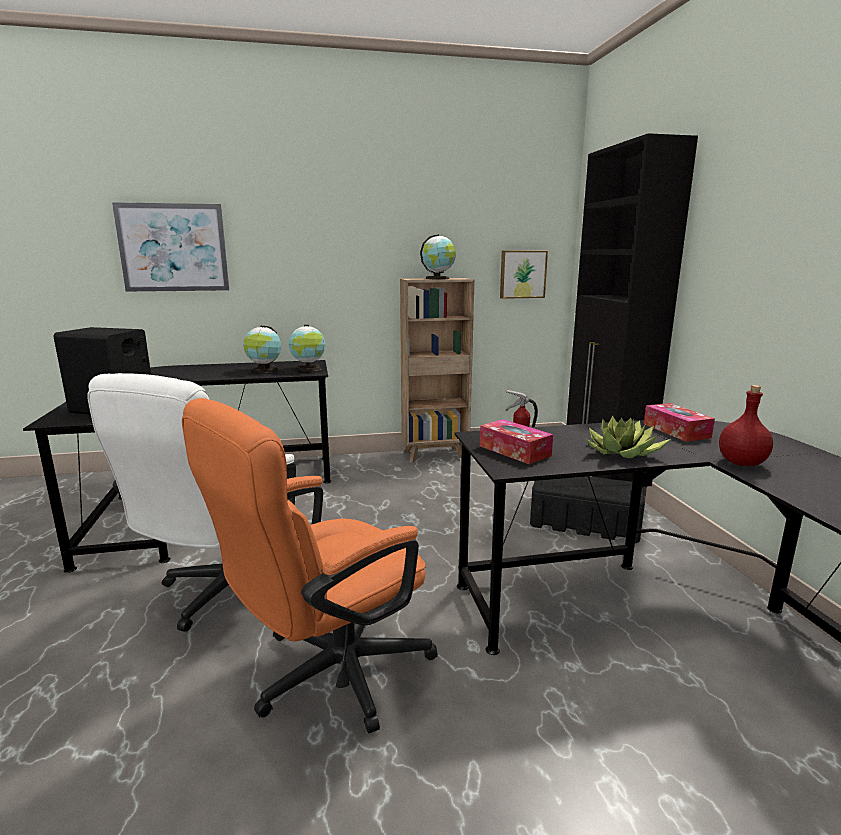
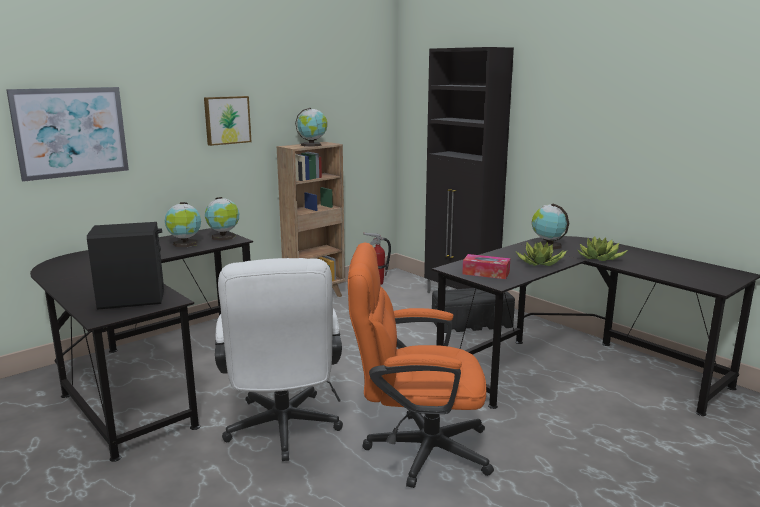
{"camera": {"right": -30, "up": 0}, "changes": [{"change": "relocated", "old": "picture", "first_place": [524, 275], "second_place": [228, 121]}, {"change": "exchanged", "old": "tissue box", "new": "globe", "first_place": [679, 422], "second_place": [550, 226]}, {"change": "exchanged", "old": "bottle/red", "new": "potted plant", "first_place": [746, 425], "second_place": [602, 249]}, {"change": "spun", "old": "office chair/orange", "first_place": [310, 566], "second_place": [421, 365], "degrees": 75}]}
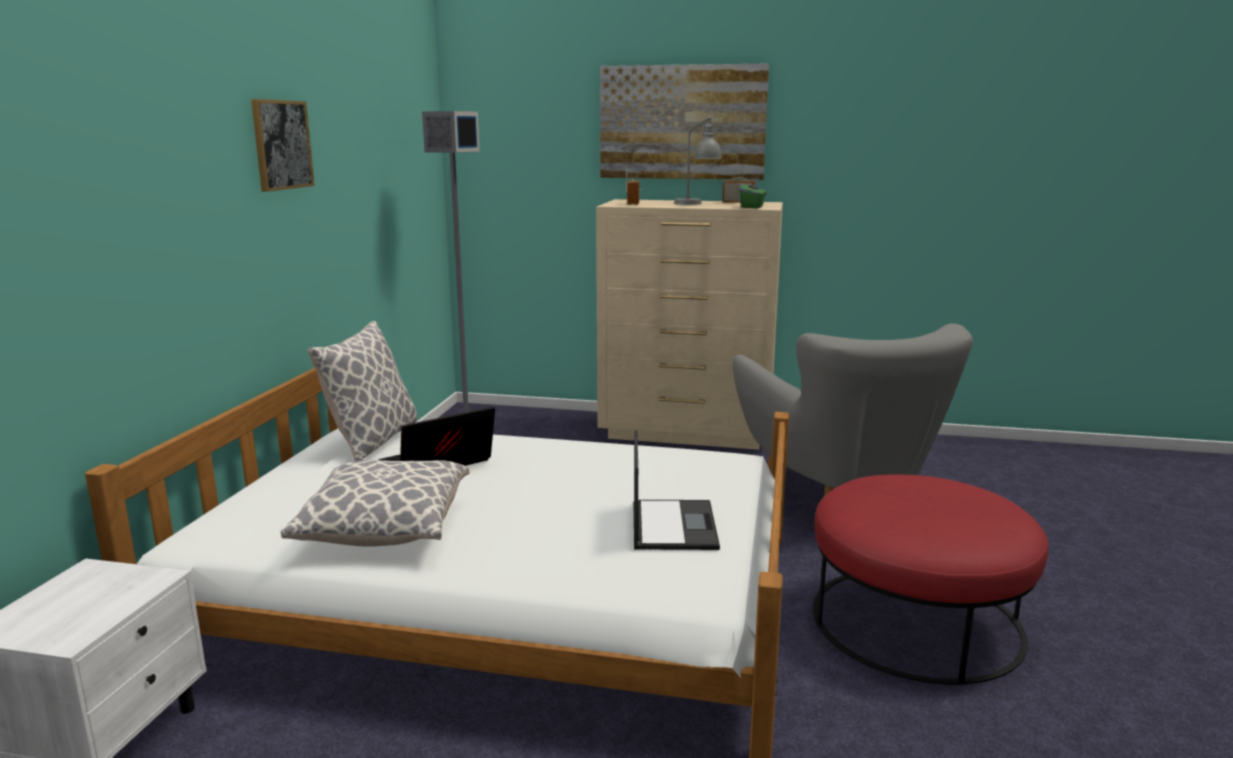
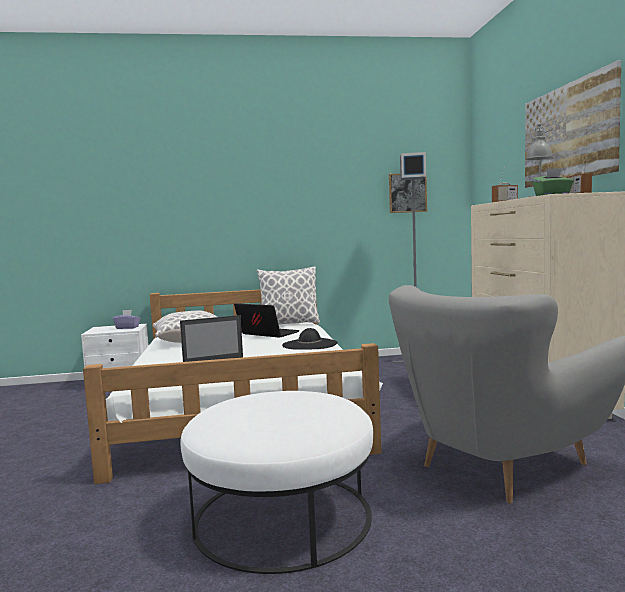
{"camera": {"right": 70, "up": -10}, "changes": [{"change": "appeared", "new": "tissue box/purple", "second_place": [126, 319]}, {"change": "appeared", "new": "hat/black", "second_place": [310, 339]}, {"change": "relocated", "old": "picture", "first_place": [282, 145], "second_place": [408, 193]}, {"change": "colour", "old": "ottoman/red", "new": "ottoman/white", "first_place": [931, 580], "second_place": [276, 482]}]}
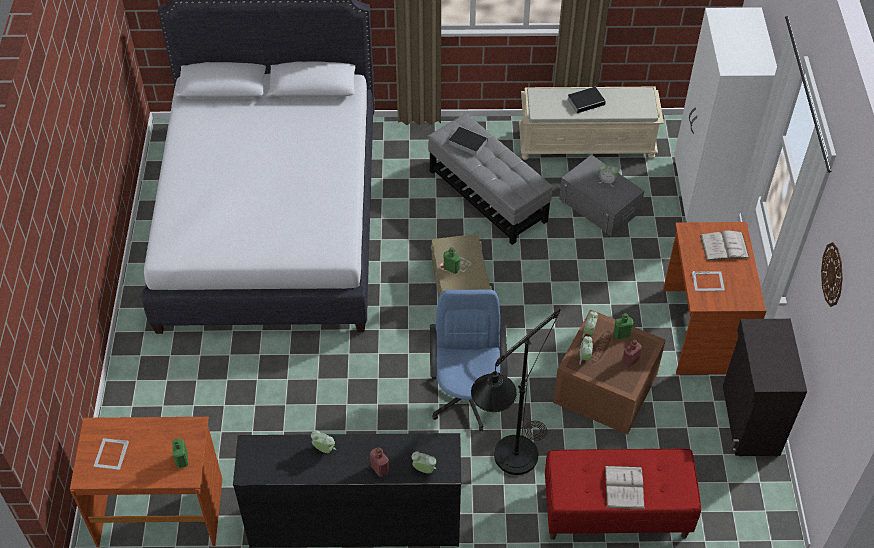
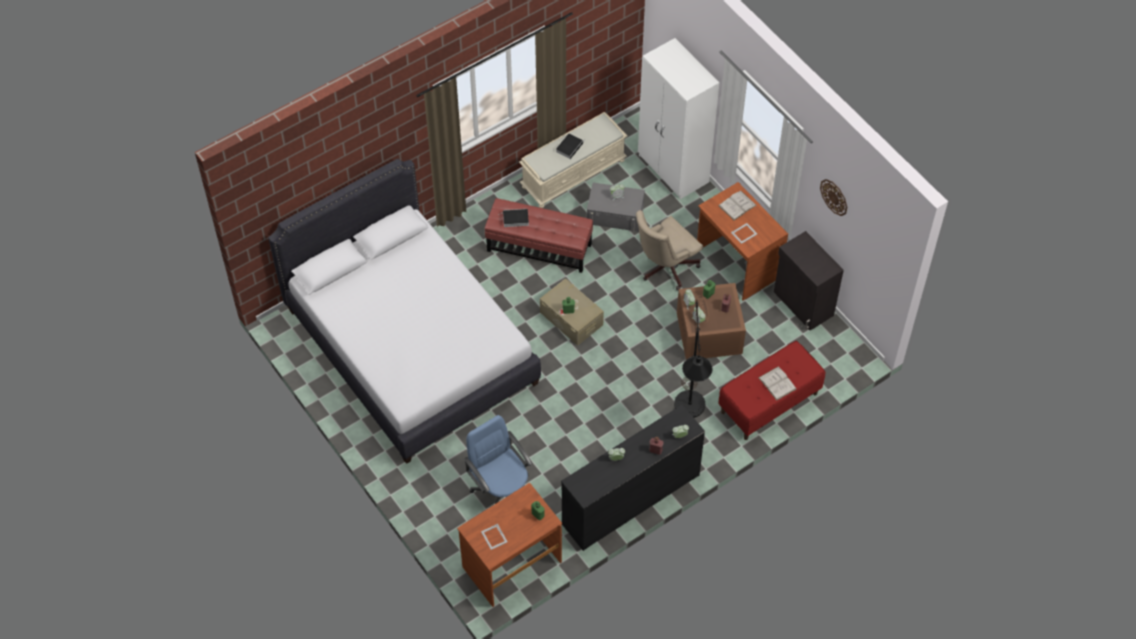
{"camera": {"right": -35, "up": 5}, "changes": [{"change": "appeared", "new": "office chair/beige", "second_place": [669, 250]}, {"change": "relocated", "old": "office chair/blue", "first_place": [469, 360], "second_place": [498, 459]}, {"change": "colour", "old": "ottoman/grey", "new": "ottoman/red", "first_place": [490, 179], "second_place": [539, 235]}]}
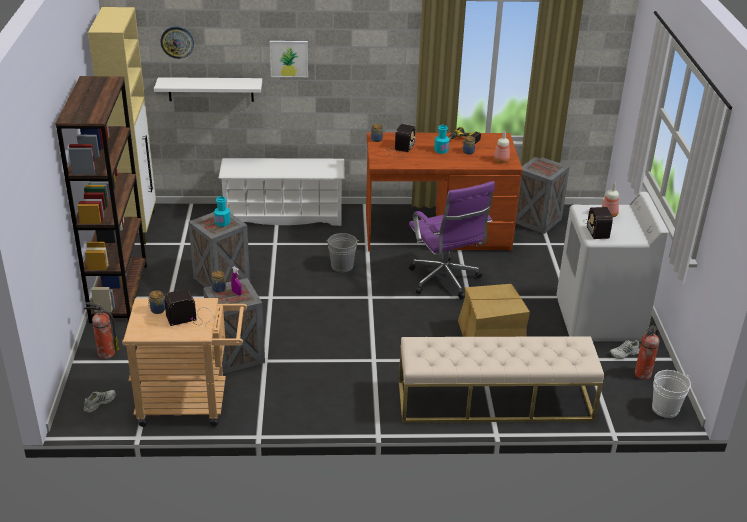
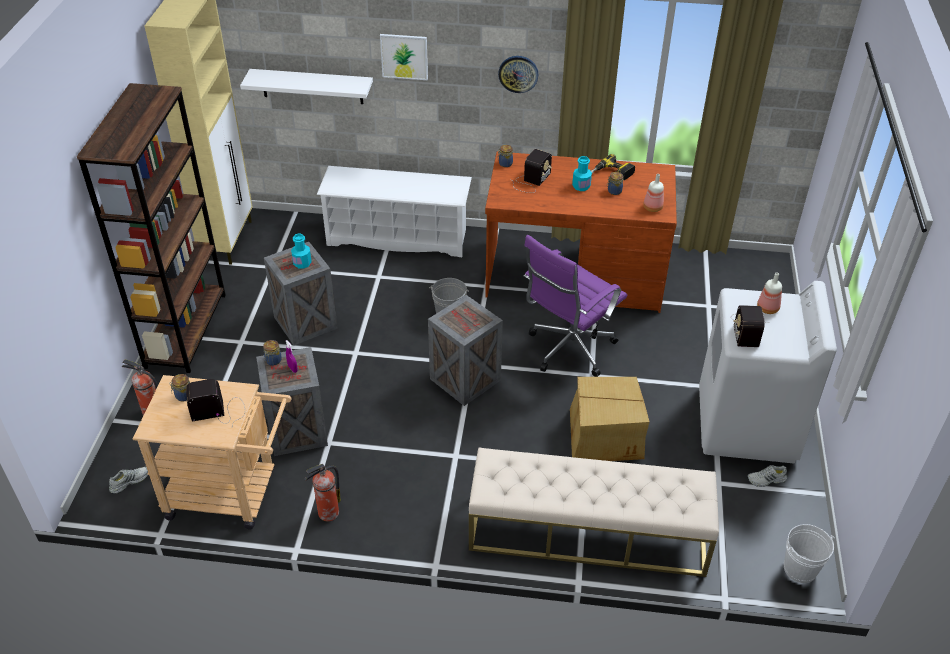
{"camera": {"right": 10, "up": 10}, "changes": [{"change": "relocated", "old": "wall clock", "first_place": [177, 43], "second_place": [518, 74]}, {"change": "relocated", "old": "crate", "first_place": [543, 195], "second_place": [465, 350]}, {"change": "relocated", "old": "fire extinguisher", "first_place": [647, 353], "second_place": [322, 493]}, {"change": "spun", "old": "office chair/purple", "first_place": [452, 240], "second_place": [575, 306], "degrees": 60}]}
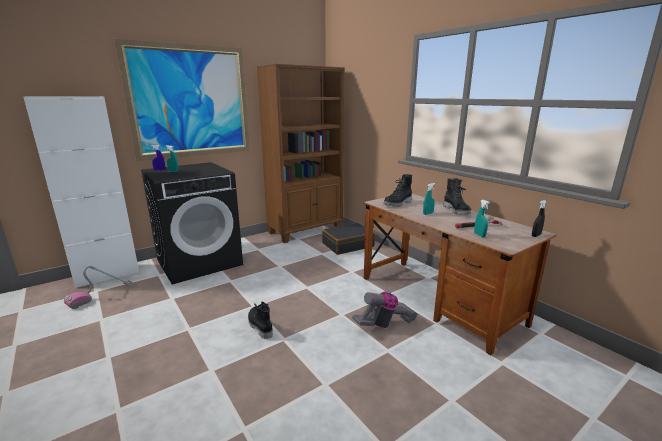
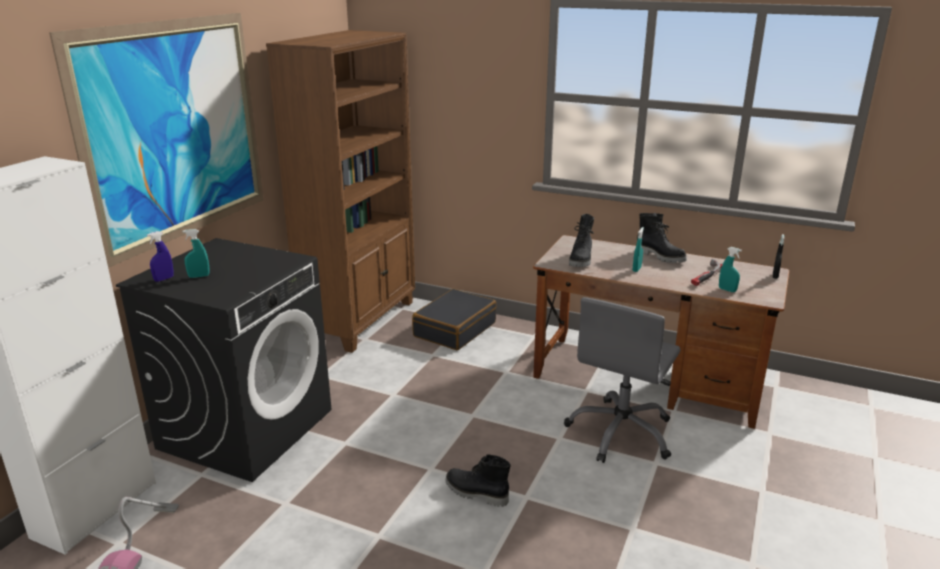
{"camera": {"right": -30, "up": 5}, "changes": [{"change": "exchanged", "old": "vacuum cleaner", "new": "office chair/grey", "first_place": [384, 309], "second_place": [622, 380]}]}
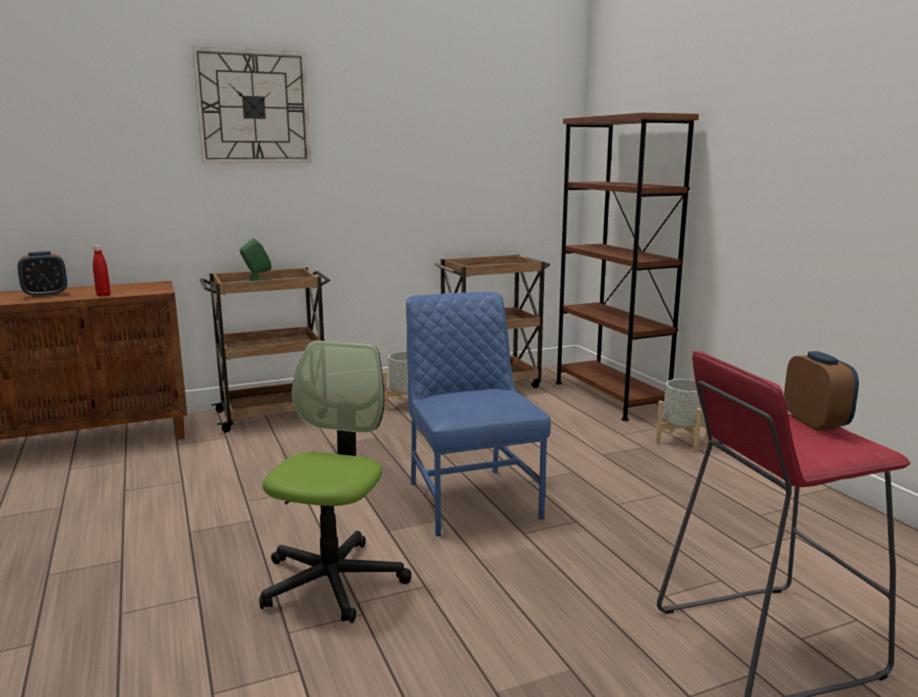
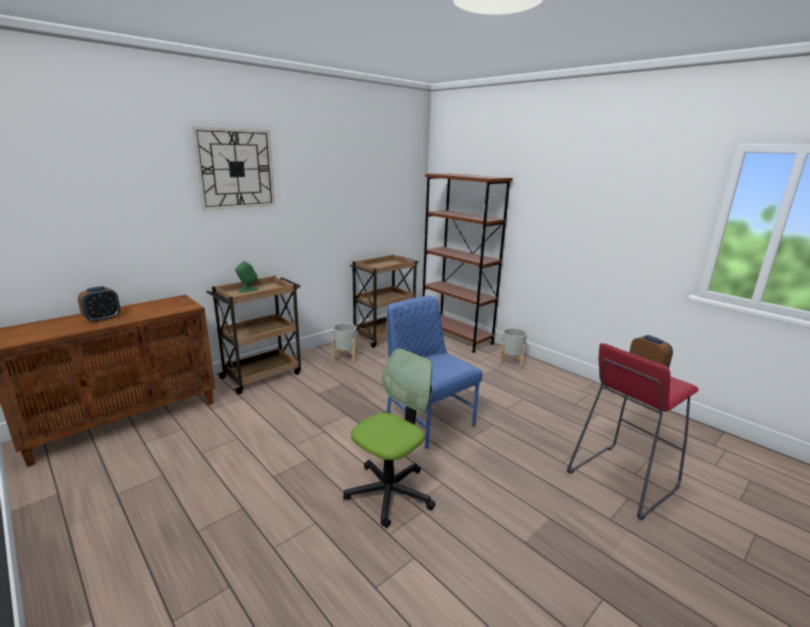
{"camera": {"right": -20, "up": 5}, "changes": [{"change": "missing", "old": "bottle/red", "first_place": [101, 270]}, {"change": "spun", "old": "office chair", "first_place": [335, 481], "second_place": [389, 438], "degrees": 45}]}
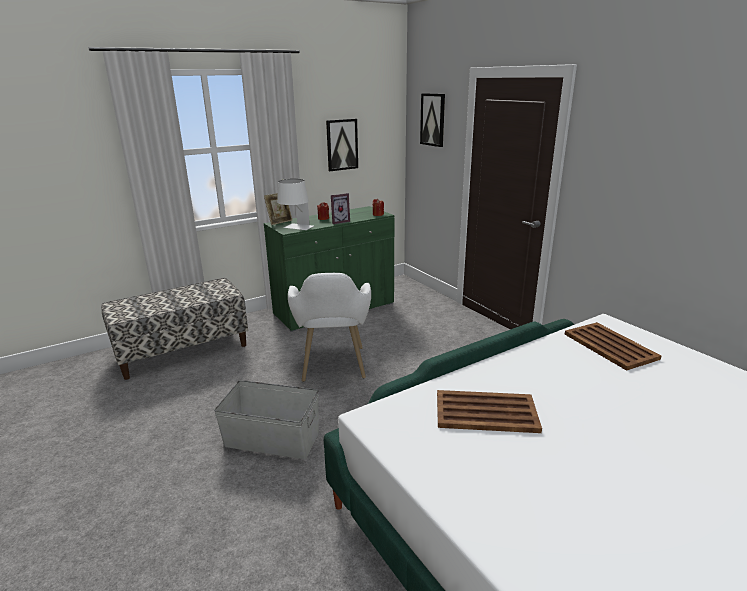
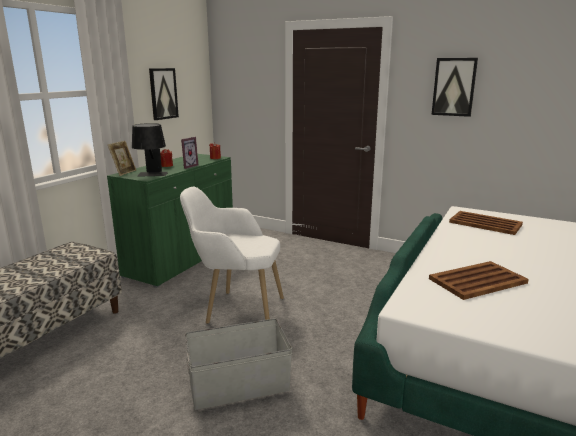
{"camera": {"right": -30, "up": -5}, "changes": [{"change": "relocated", "old": "picture", "first_place": [432, 120], "second_place": [455, 87]}, {"change": "colour", "old": "table lamp/white", "new": "table lamp/black", "first_place": [295, 204], "second_place": [150, 150]}, {"change": "spun", "old": "armchair/white", "first_place": [329, 327], "second_place": [232, 255], "degrees": 135}]}
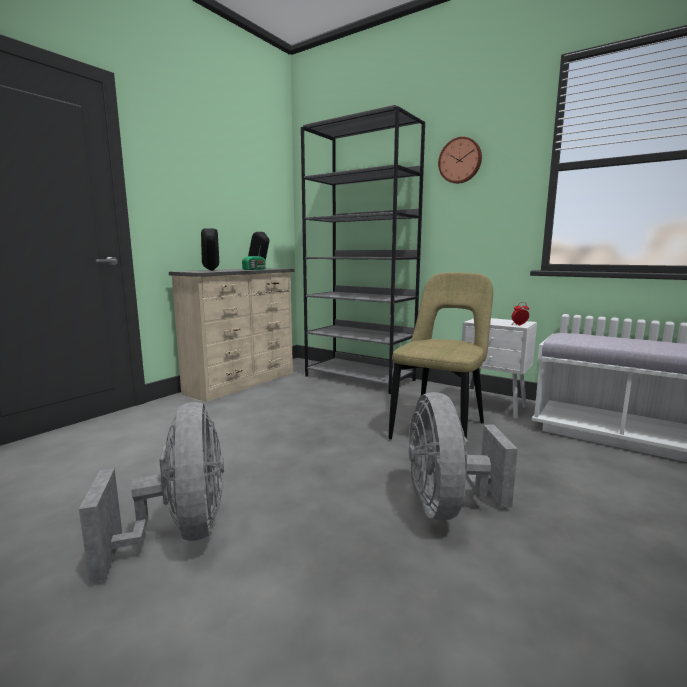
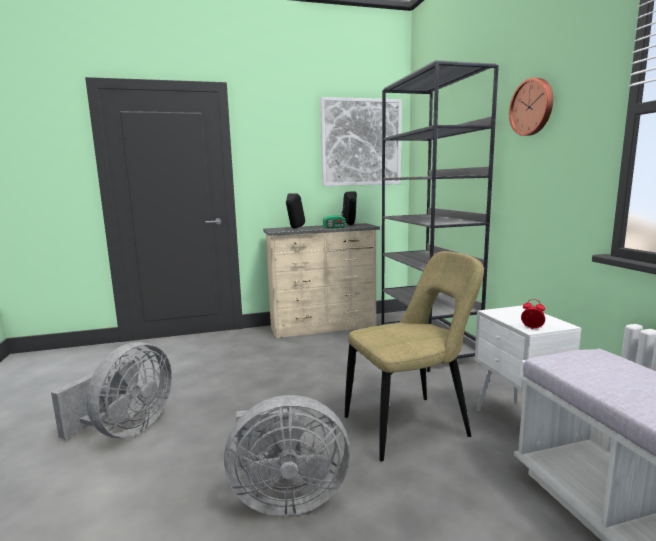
{"camera": {"right": 40, "up": 0}, "changes": [{"change": "appeared", "new": "picture", "second_place": [361, 141]}, {"change": "spun", "old": "fan/grey", "first_place": [463, 456], "second_place": [287, 455], "degrees": -135}]}
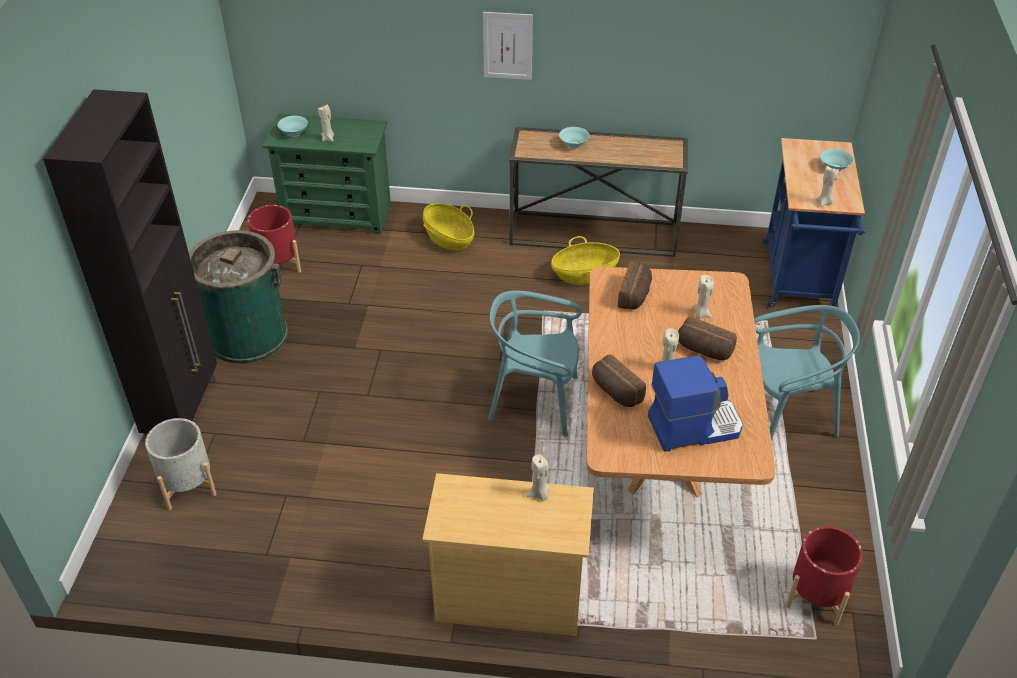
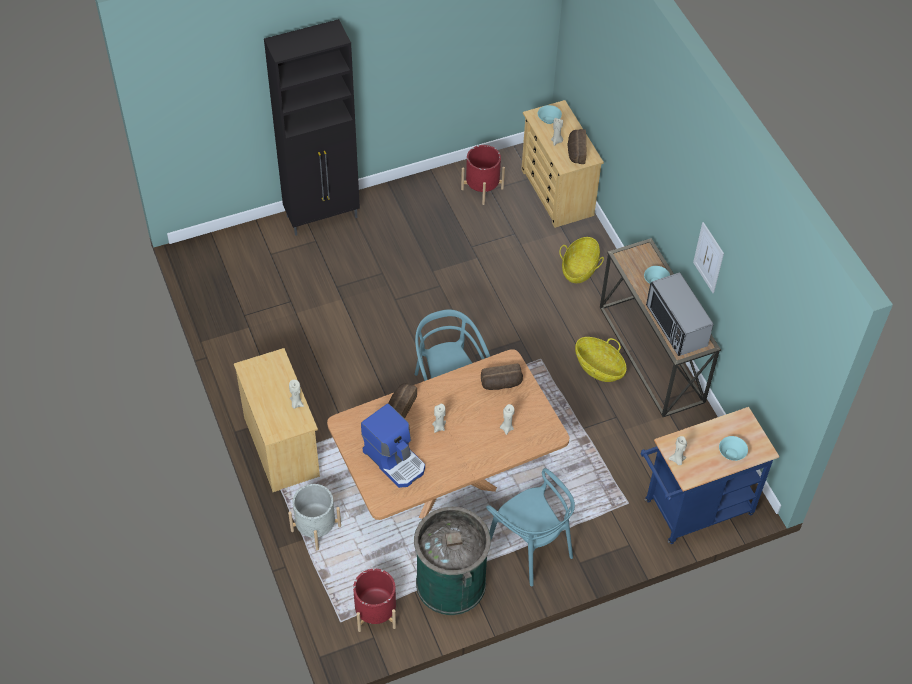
{"camera": {"right": 60, "up": 10}, "changes": [{"change": "appeared", "new": "microwave", "second_place": [679, 314]}, {"change": "relocated", "old": "planter/grey", "first_place": [181, 464], "second_place": [314, 517]}, {"change": "relocated", "old": "trash can/green", "first_place": [238, 297], "second_place": [452, 561]}, {"change": "relocated", "old": "picture", "first_place": [508, 46], "second_place": [708, 257]}, {"change": "relocated", "old": "bread", "first_place": [707, 338], "second_place": [577, 146]}, {"change": "colour", "old": "dresser/green", "new": "dresser/beige", "first_place": [327, 174], "second_place": [562, 164]}]}
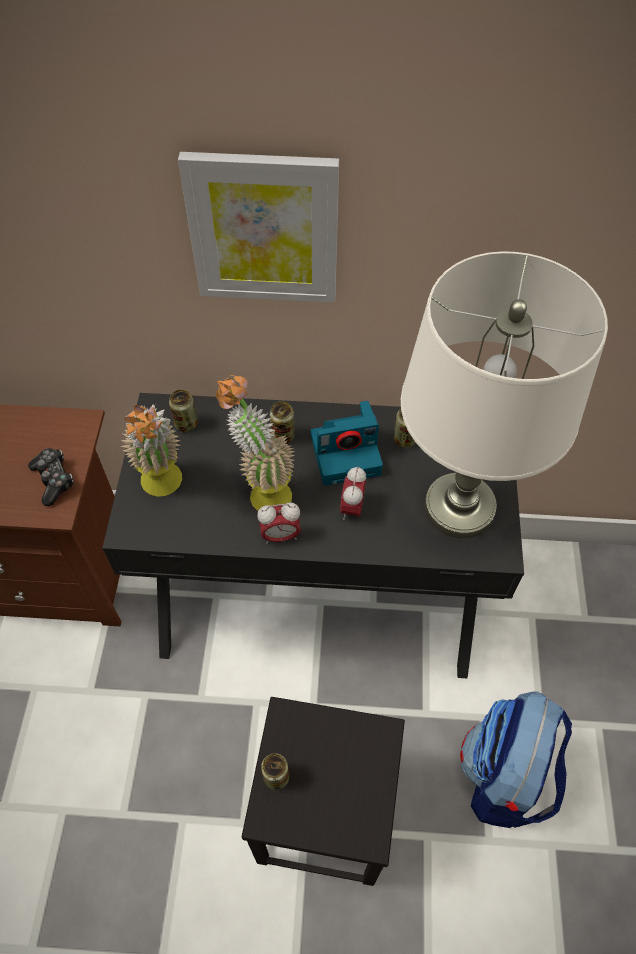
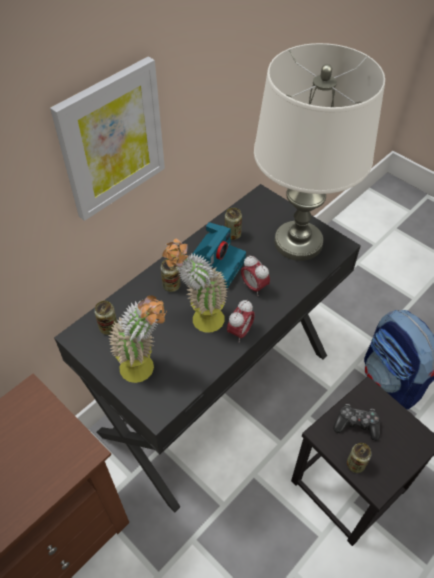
{"camera": {"right": -50, "up": -5}, "changes": [{"change": "relocated", "old": "game controller", "first_place": [50, 477], "second_place": [356, 422]}]}
